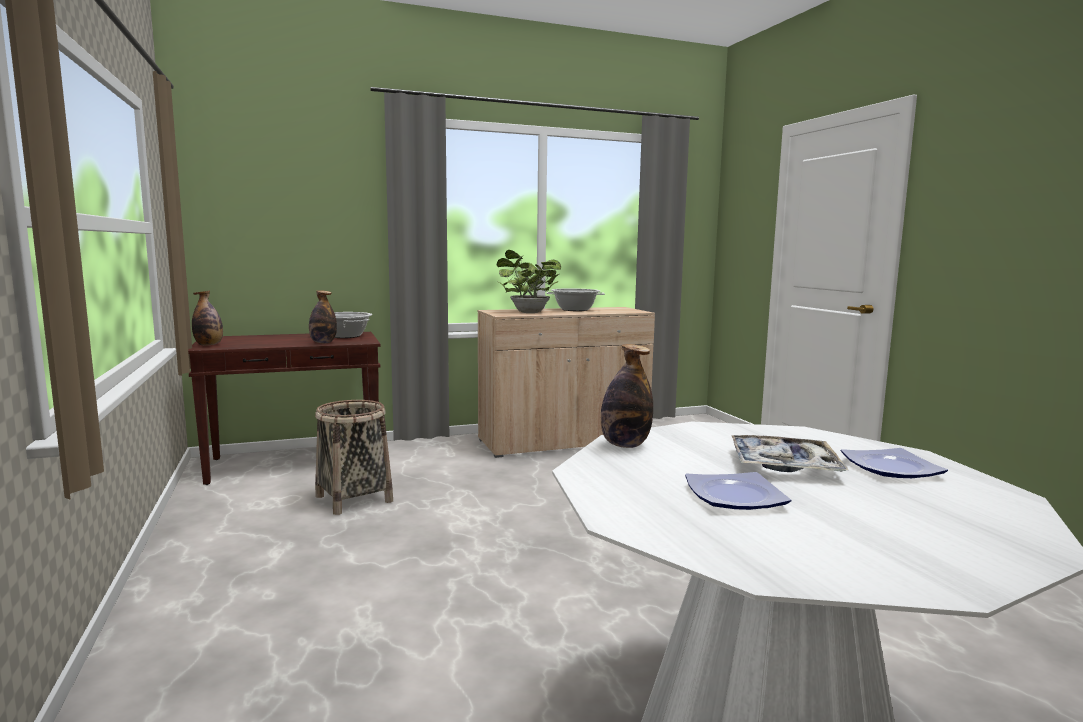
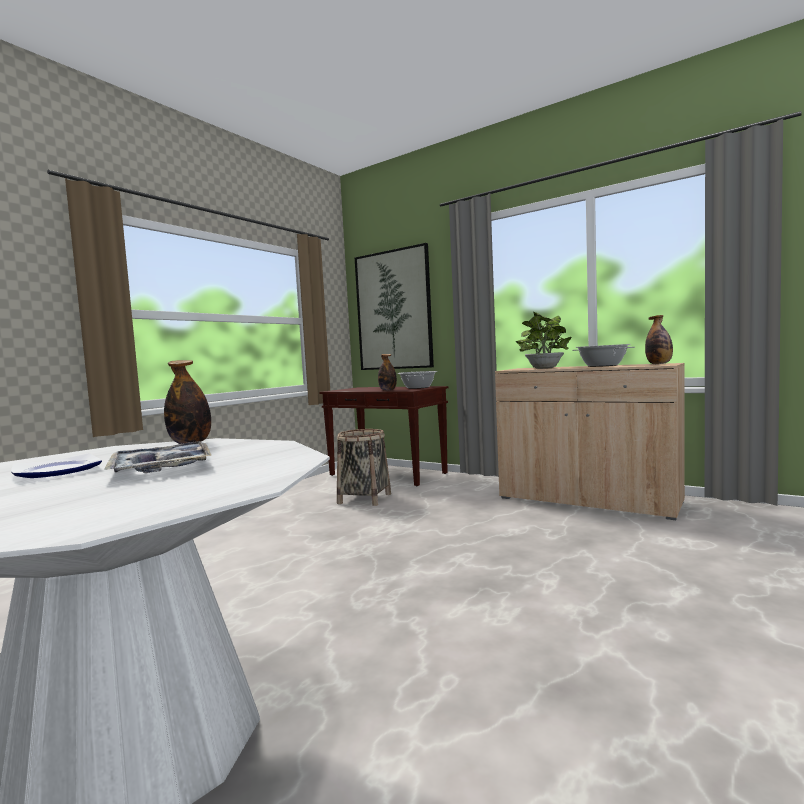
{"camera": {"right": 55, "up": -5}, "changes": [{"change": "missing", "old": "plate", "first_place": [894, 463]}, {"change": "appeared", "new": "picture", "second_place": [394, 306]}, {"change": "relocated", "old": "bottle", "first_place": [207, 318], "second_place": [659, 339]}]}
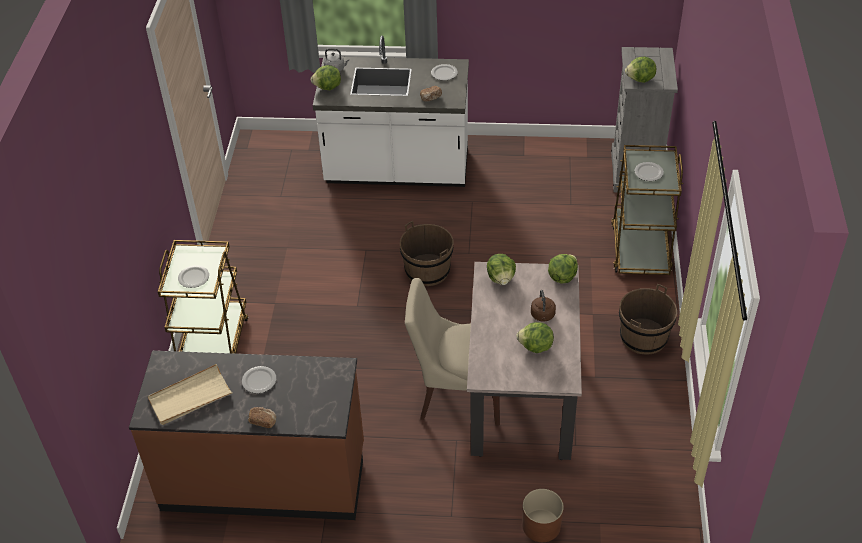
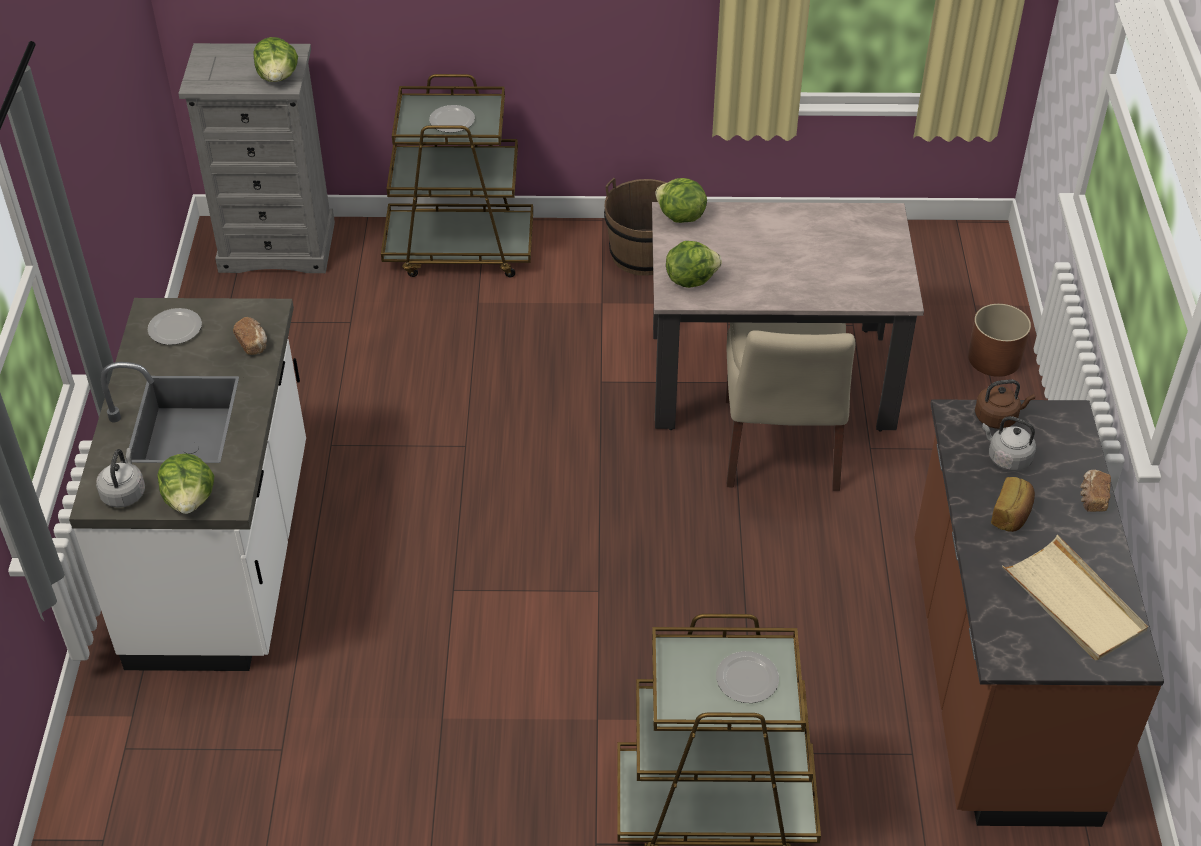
{"camera": {"right": -95, "up": 0}, "changes": [{"change": "missing", "old": "bucket/brown", "first_place": [427, 253]}, {"change": "missing", "old": "lettuce", "first_place": [535, 337]}, {"change": "appeared", "new": "kettle/grey", "second_place": [1009, 443]}, {"change": "relocated", "old": "kettle/brown", "first_place": [543, 305], "second_place": [1005, 404]}, {"change": "exchanged", "old": "plate", "new": "bread", "first_place": [259, 379], "second_place": [1013, 504]}]}
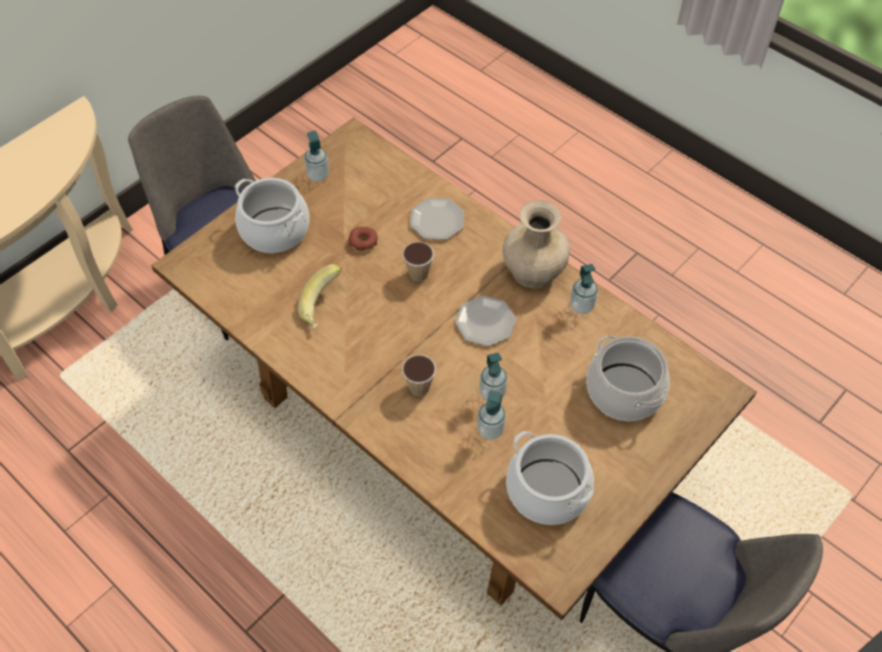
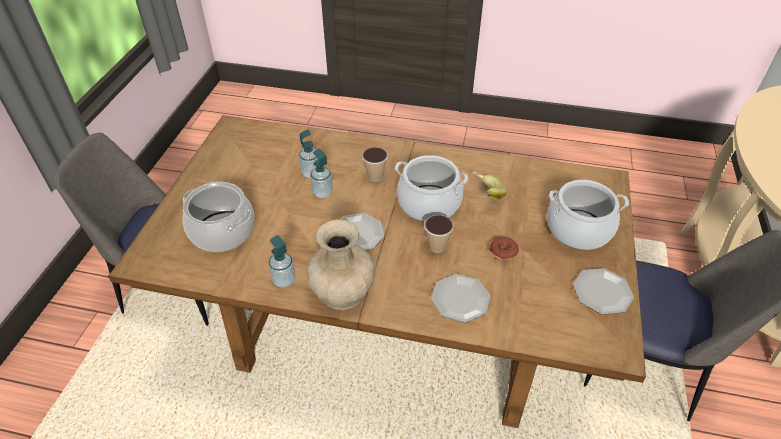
{"camera": {"right": 150, "up": -10}, "changes": [{"change": "relocated", "old": "cooking pot", "first_place": [550, 478], "second_place": [431, 188]}, {"change": "exchanged", "old": "soap dispenser", "new": "plate", "first_place": [316, 156], "second_place": [603, 291]}]}
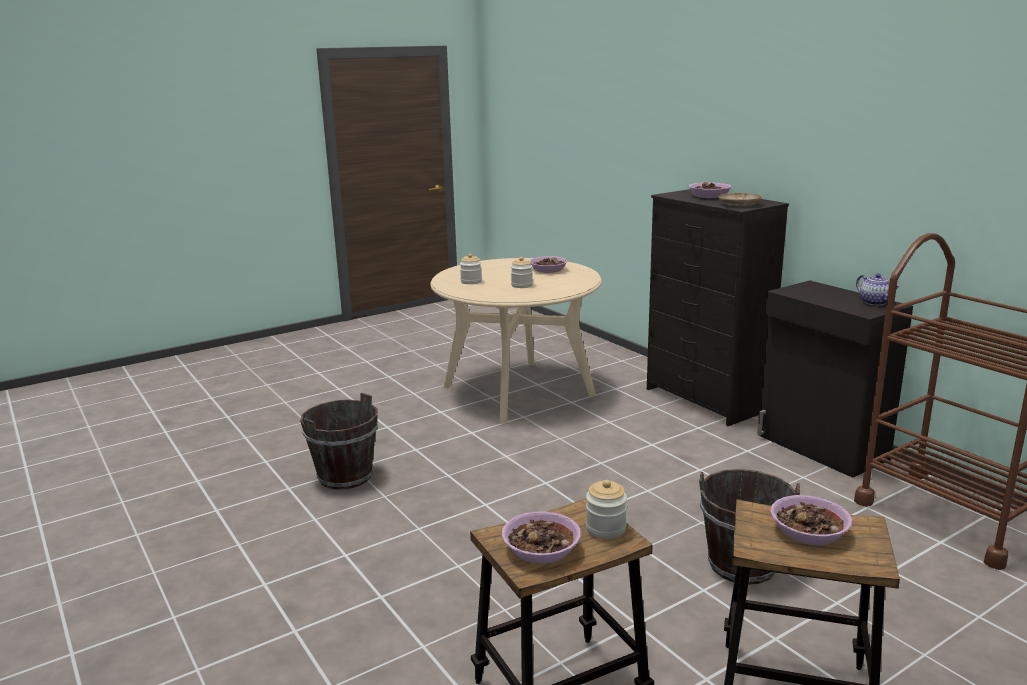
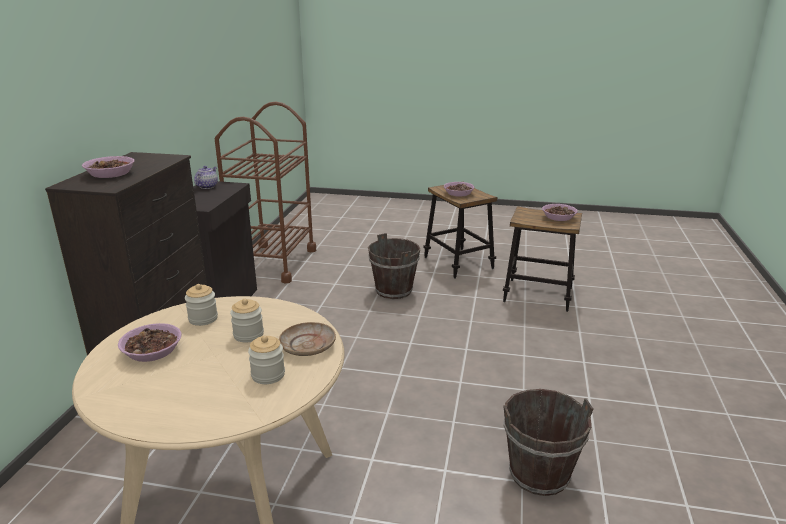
{"camera": {"right": -135, "up": 5}, "changes": [{"change": "relocated", "old": "jar", "first_place": [606, 509], "second_place": [201, 305]}, {"change": "relocated", "old": "plate/beige", "first_place": [740, 199], "second_place": [307, 339]}]}
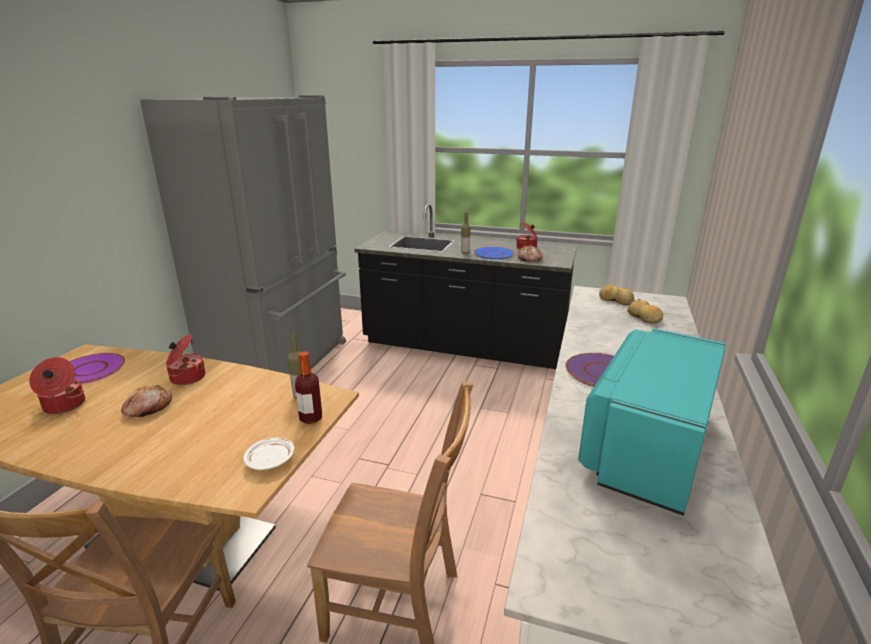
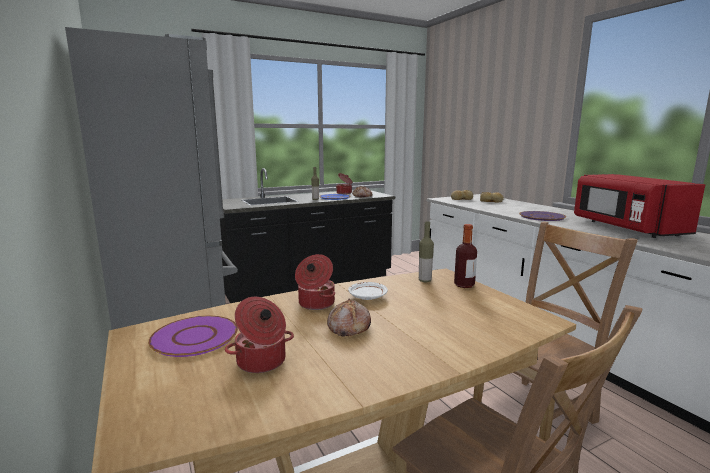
{"camera": {"right": -45, "up": -10}, "changes": [{"change": "relocated", "old": "plate/white", "first_place": [268, 454], "second_place": [368, 291]}, {"change": "colour", "old": "microwave/turquoise", "new": "microwave/red", "first_place": [652, 422], "second_place": [639, 206]}]}
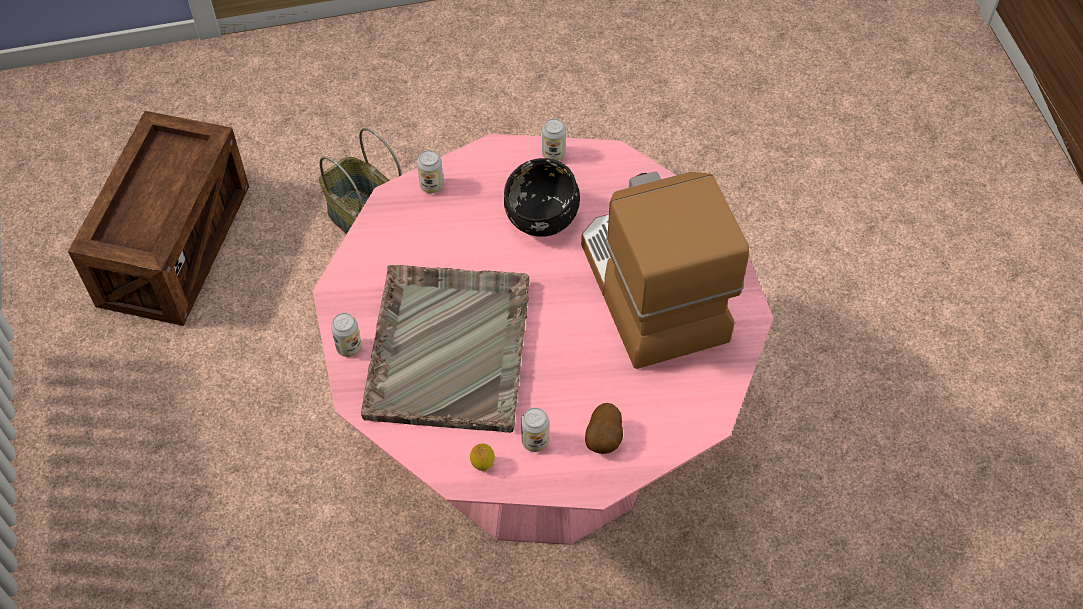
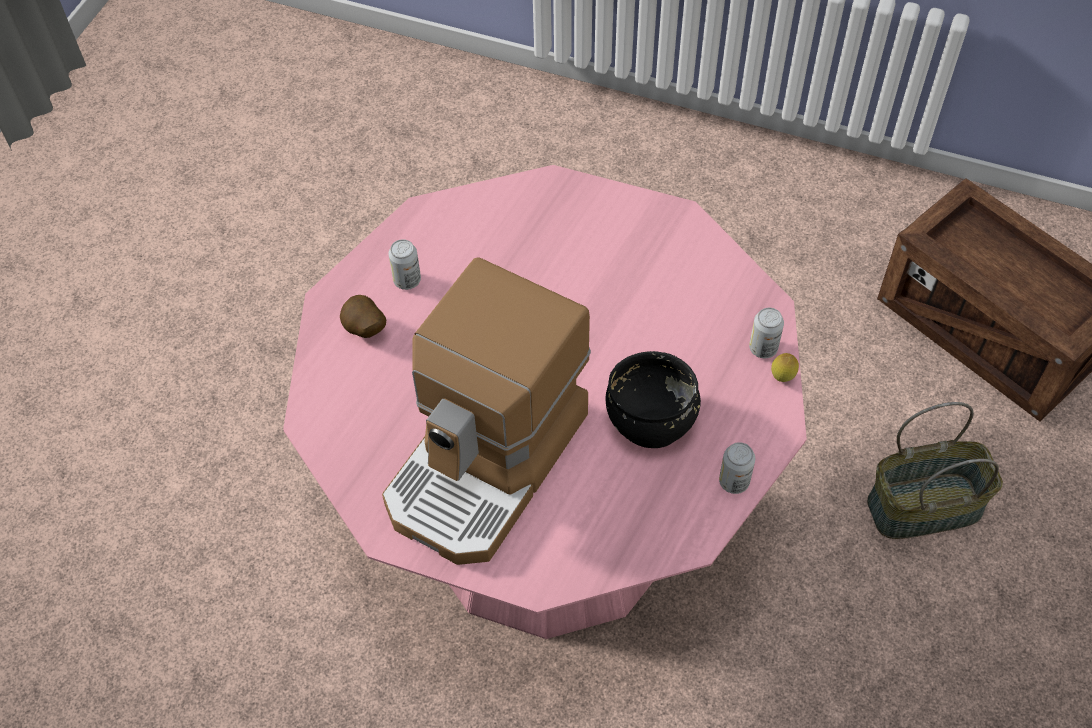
{"camera": {"right": 125, "up": 0}, "changes": [{"change": "missing", "old": "can", "first_place": [346, 335]}, {"change": "missing", "old": "tray/grey", "first_place": [445, 349]}, {"change": "relocated", "old": "lemon", "first_place": [482, 457], "second_place": [785, 367]}, {"change": "spun", "old": "coffee machine", "first_place": [665, 270], "second_place": [486, 411], "degrees": 105}]}
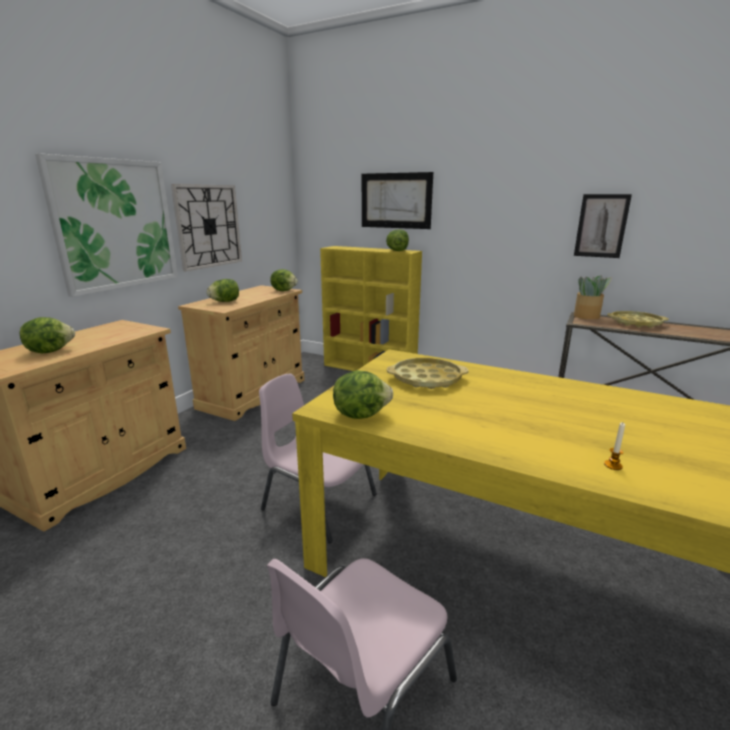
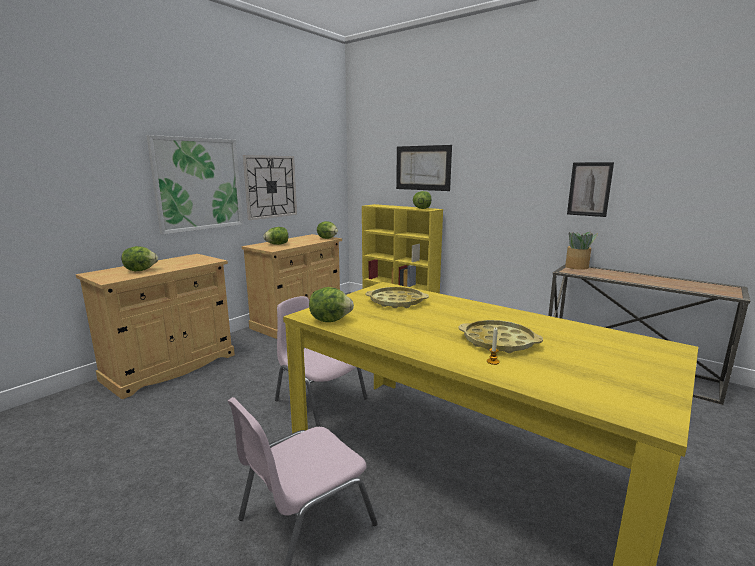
{"camera": {"right": 10, "up": -5}, "changes": [{"change": "relocated", "old": "tray/yellow", "first_place": [638, 319], "second_place": [500, 336]}]}
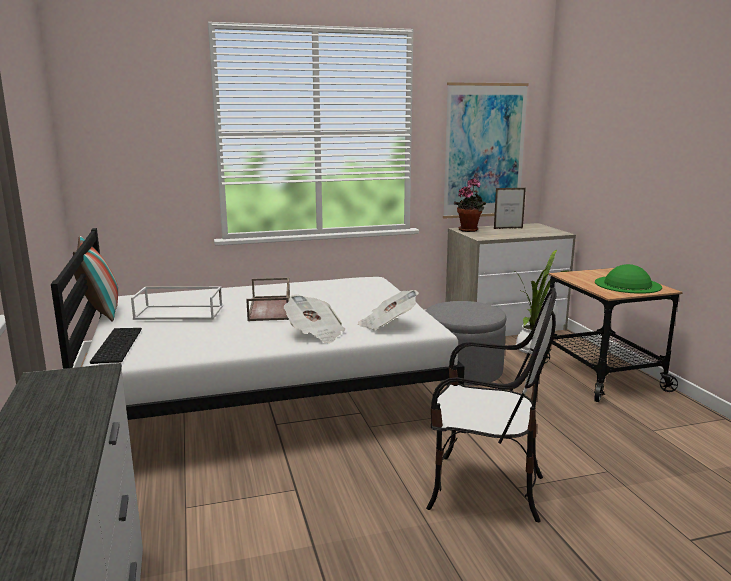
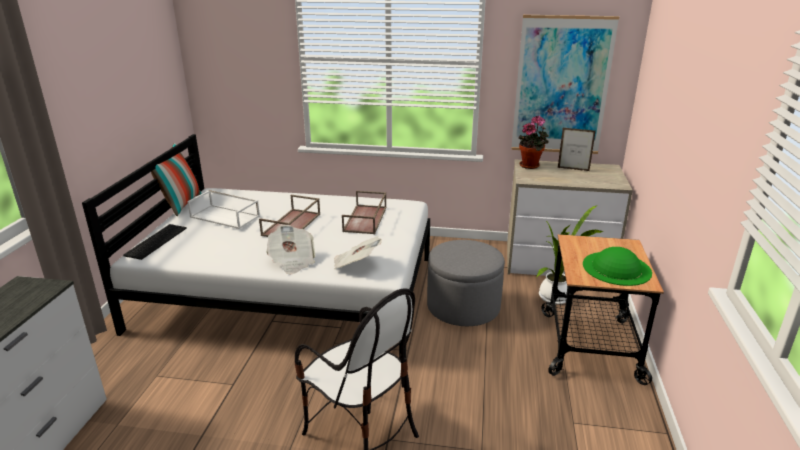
{"camera": {"right": 25, "up": 10}, "changes": [{"change": "appeared", "new": "tray/brown", "second_place": [364, 212]}]}
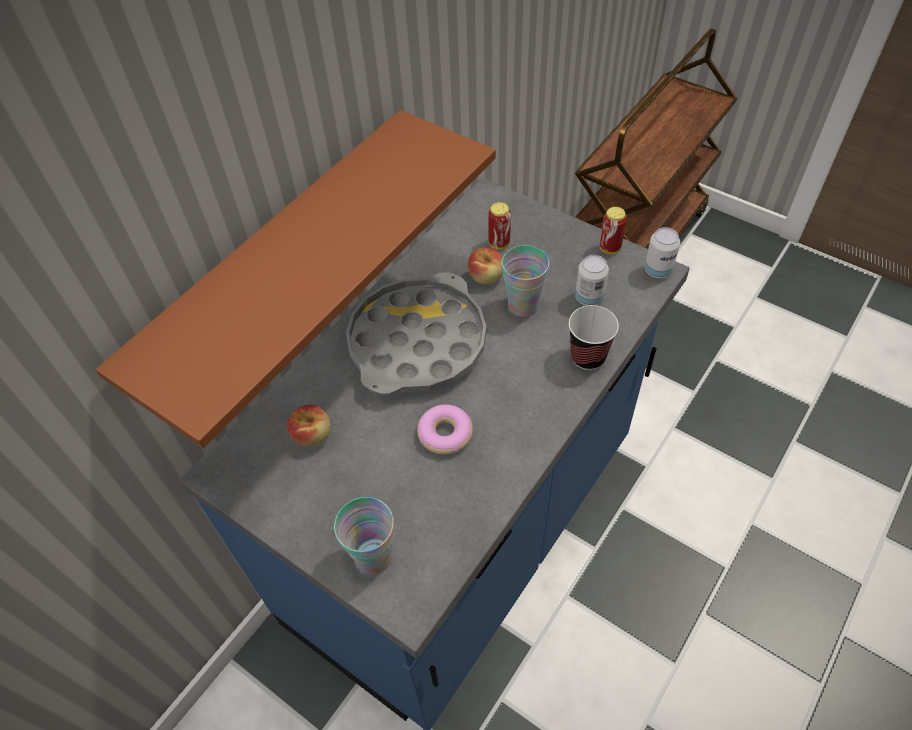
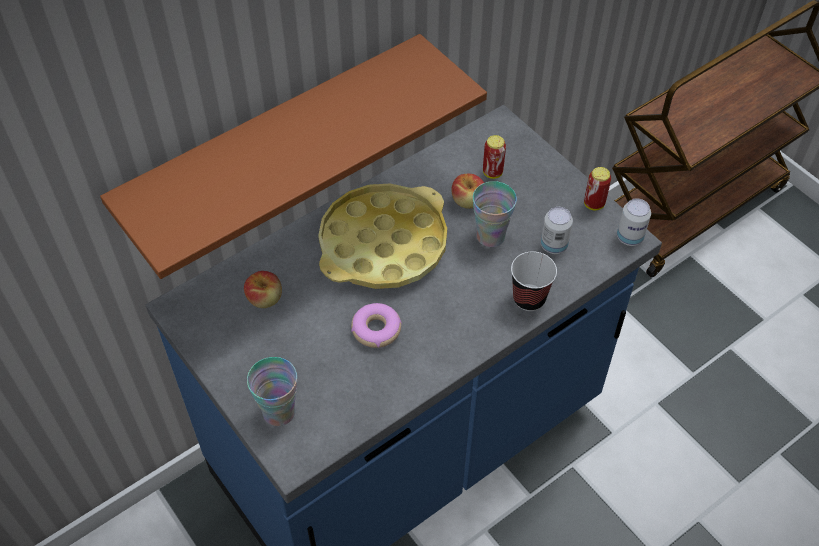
{"camera": {"right": 15, "up": 0}, "changes": [{"change": "colour", "old": "tray/grey", "new": "tray/yellow", "first_place": [416, 334], "second_place": [382, 236]}]}
